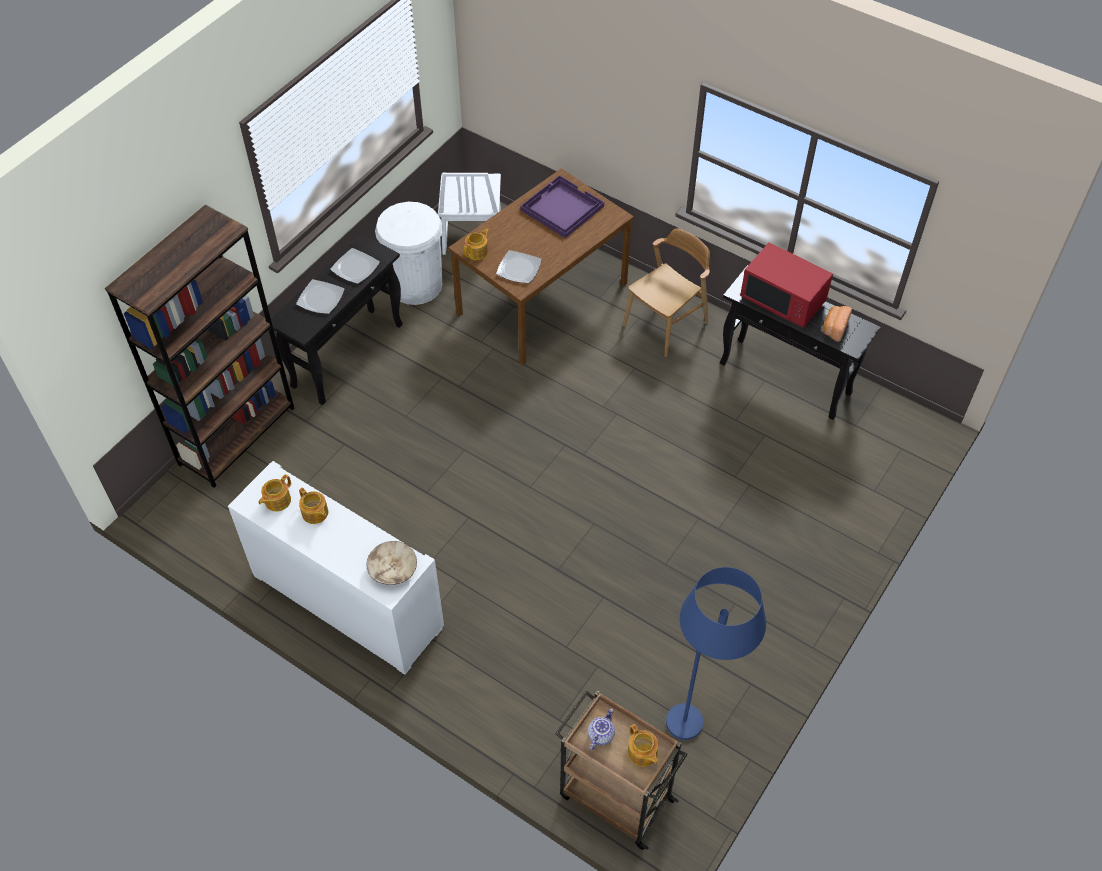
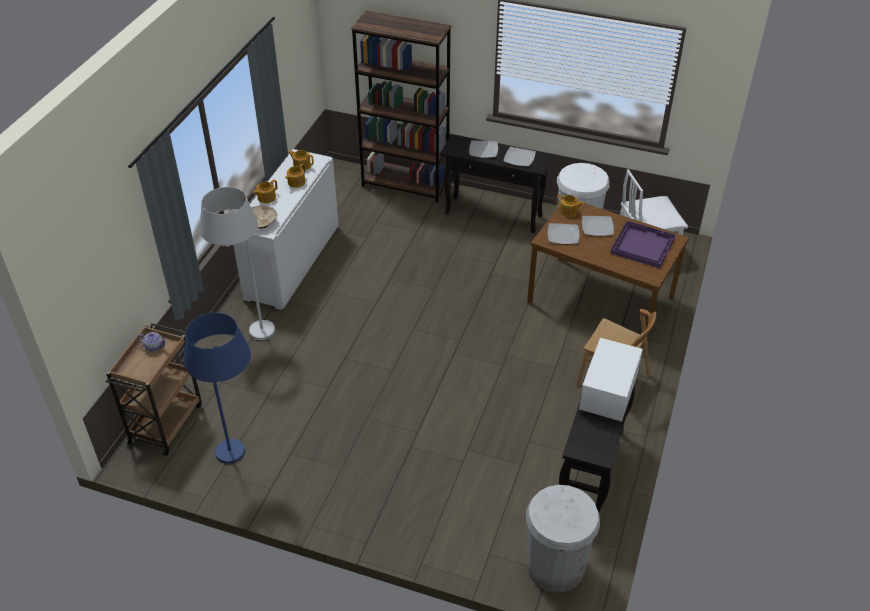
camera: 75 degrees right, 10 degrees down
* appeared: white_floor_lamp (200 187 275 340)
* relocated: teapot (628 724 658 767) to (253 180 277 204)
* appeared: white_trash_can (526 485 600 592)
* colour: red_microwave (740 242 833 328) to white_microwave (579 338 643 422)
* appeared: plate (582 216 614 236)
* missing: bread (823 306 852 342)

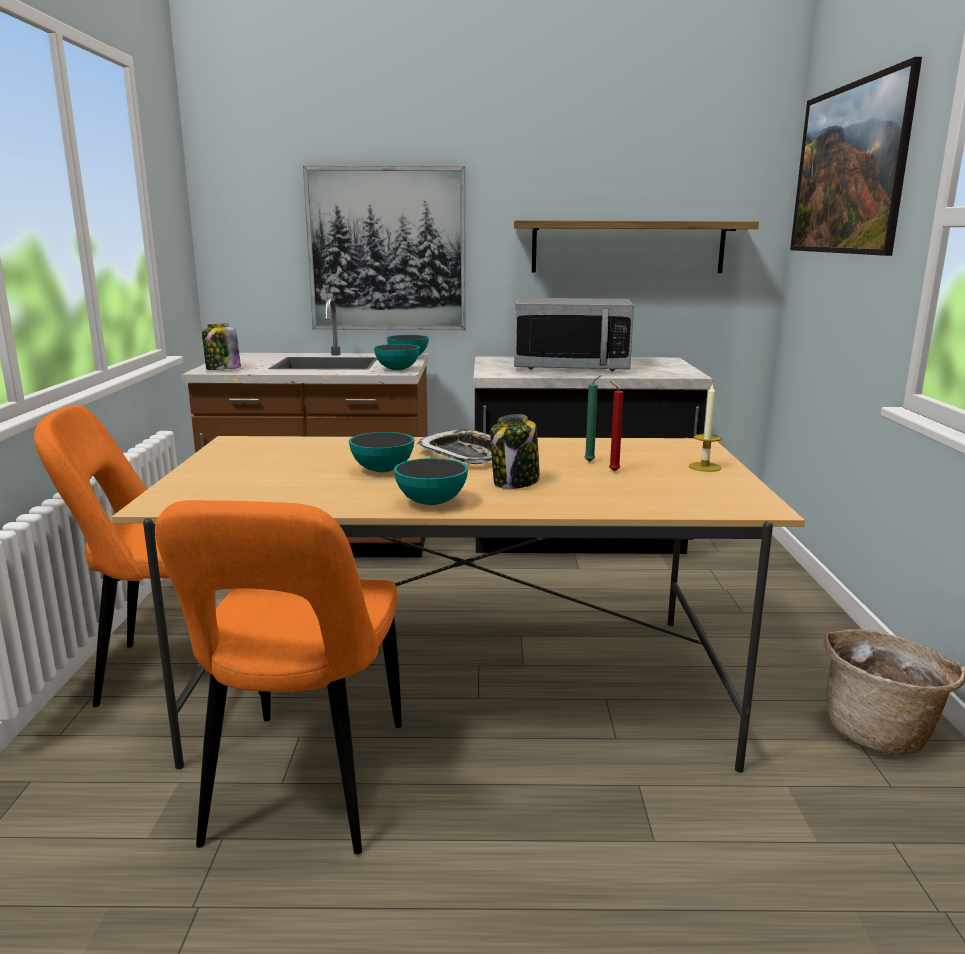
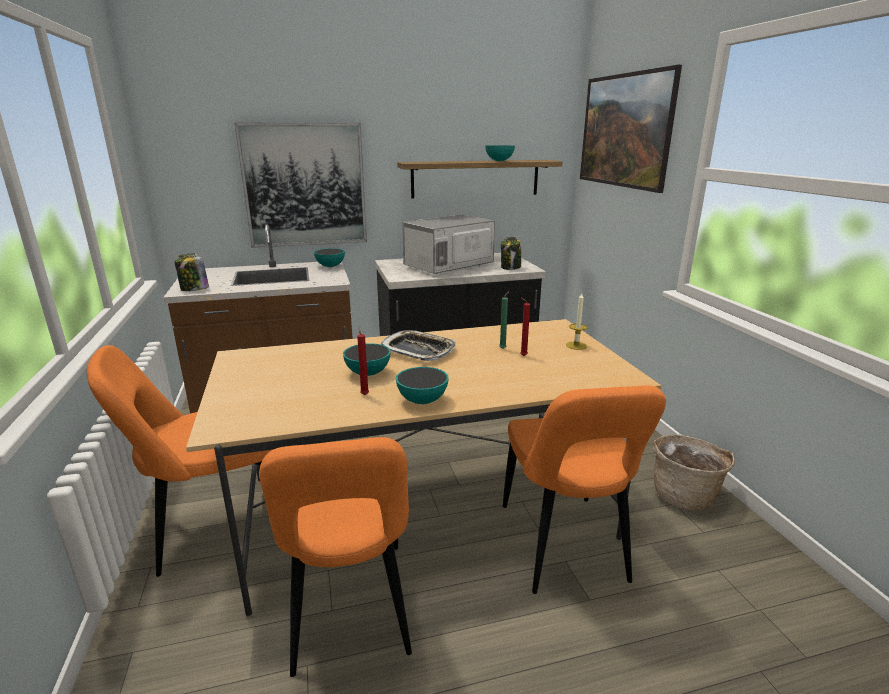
camera: 15 degrees left, 5 degrees up
* appeared: red_candle (357 326 369 395)
* spun: microwave (514 298 634 371) = (402 214 495 274) 150 degrees clockwise
* relocated: bowl (374 344 420 370) to (485 145 515 161)
* relocated: jar (490 414 540 489) to (501 237 521 270)
* appeared: orange_chair (503 386 666 594)

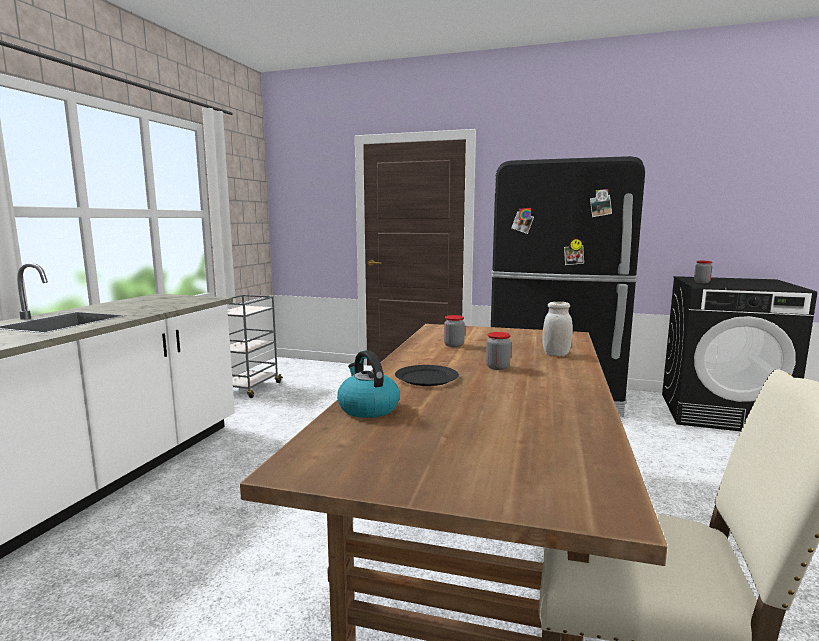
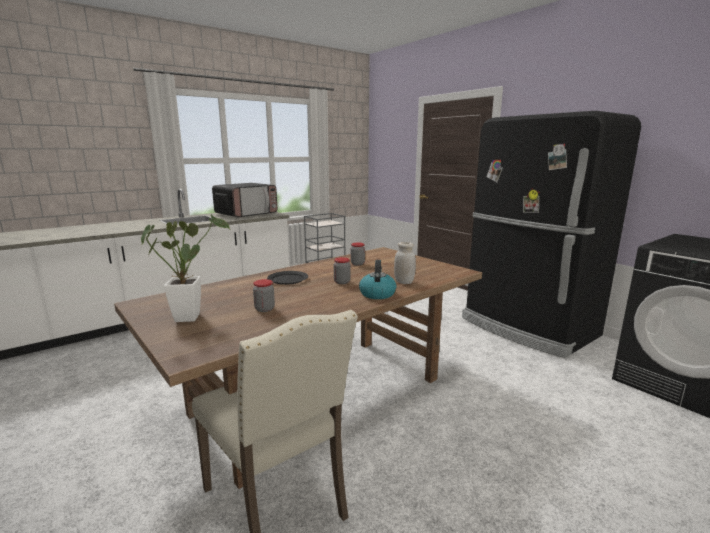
camera: 35 degrees right, 5 degrees up
* appeared: potted_plant (141 215 230 322)
* appeared: microwave (212 183 277 217)
* relocated: jar (694 261 712 283) to (253 279 275 312)
* relocated: kettle (337 350 400 418) to (359 260 396 299)

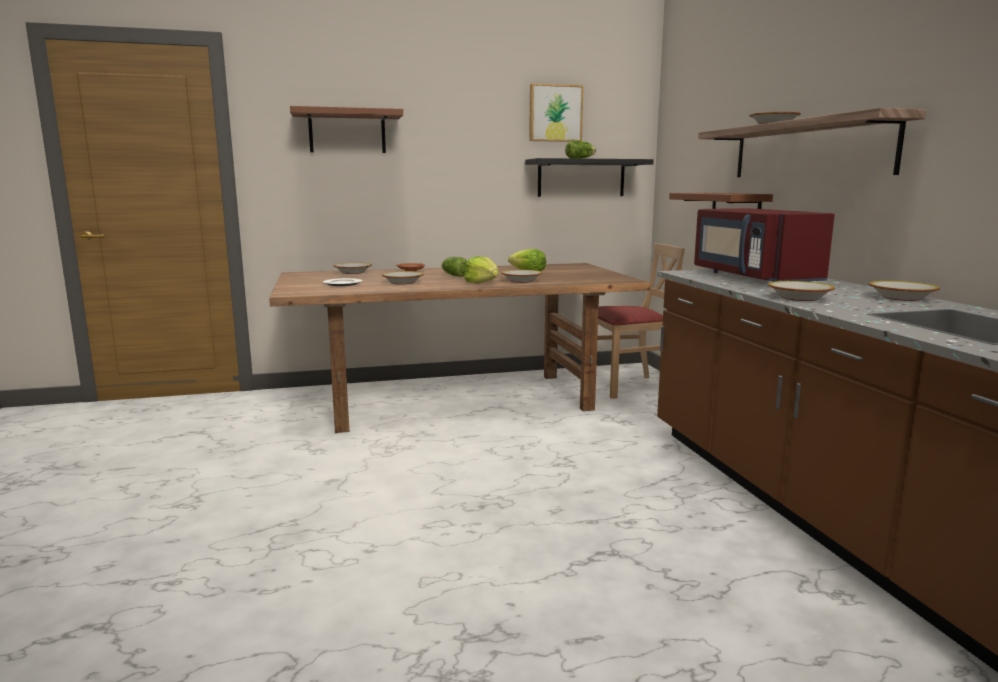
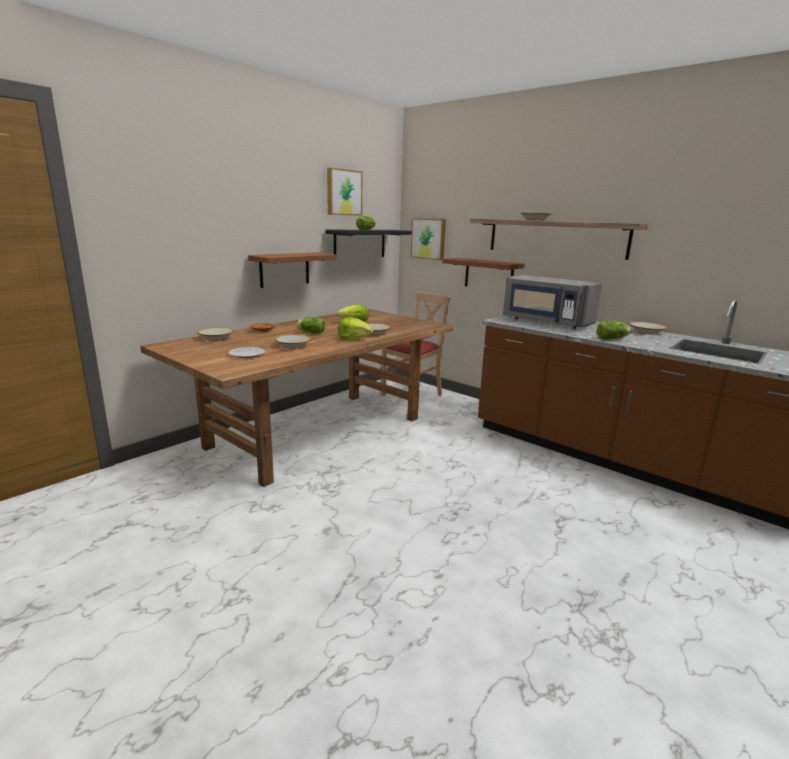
camera: 35 degrees left, 5 degrees up
* relocated: brown_shelf (290 106 403 153) to (248 252 337 288)
* appeared: picture (410 218 446 260)
* colour: red_microwave (694 208 835 282) to grey_microwave (503 275 602 329)
* exchanged: bowl (768 281 835 301) to lettuce (597 321 631 339)

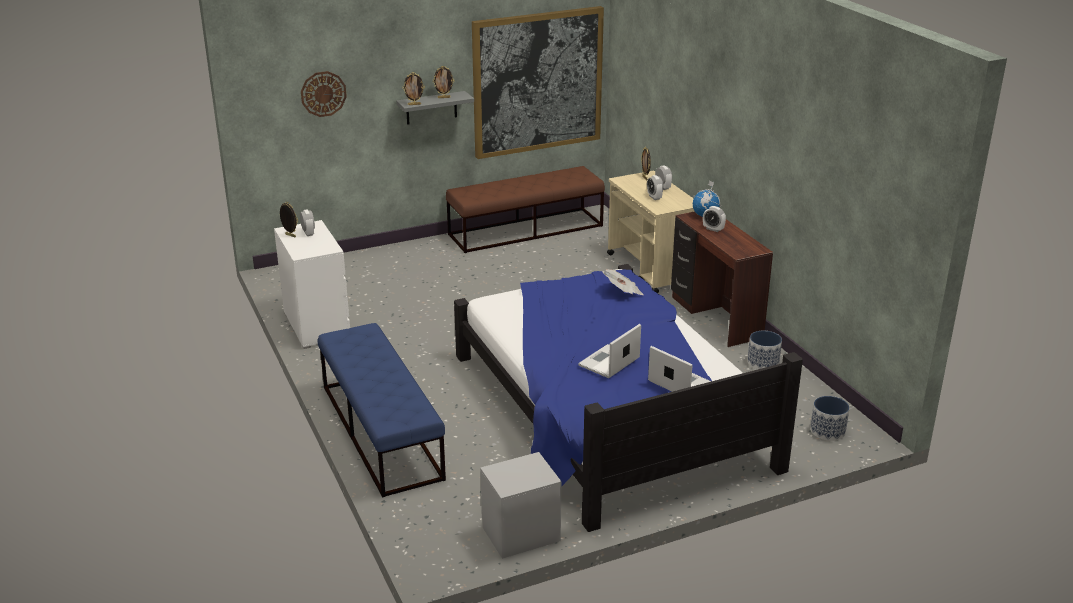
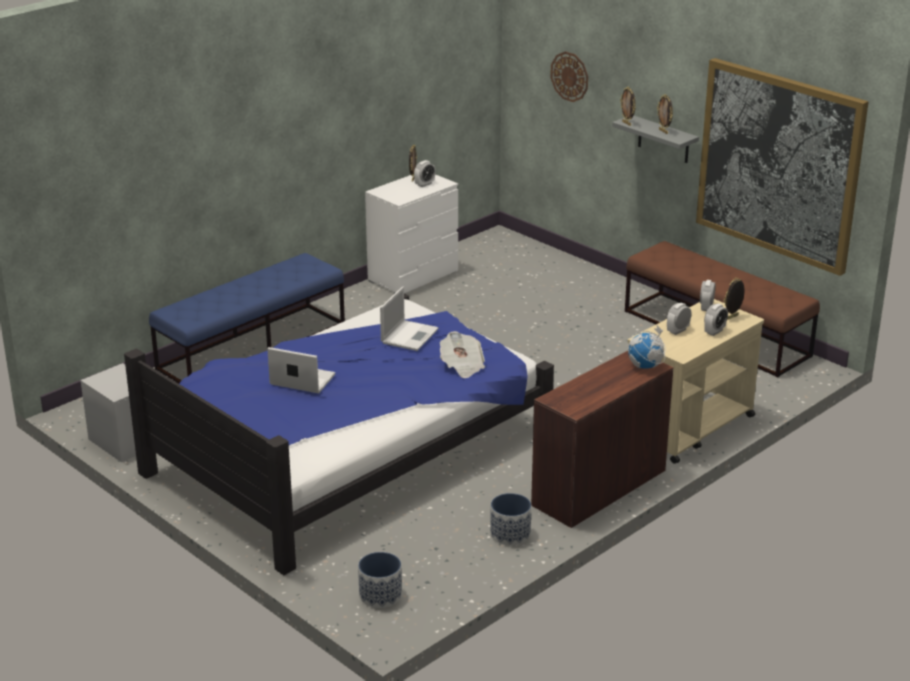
camera: 70 degrees right, 0 degrees up
* relocated: laptop (648 346 711 392) to (380 287 439 351)
* relocated: alarm_clock (703 206 726 232) to (700 280 716 311)

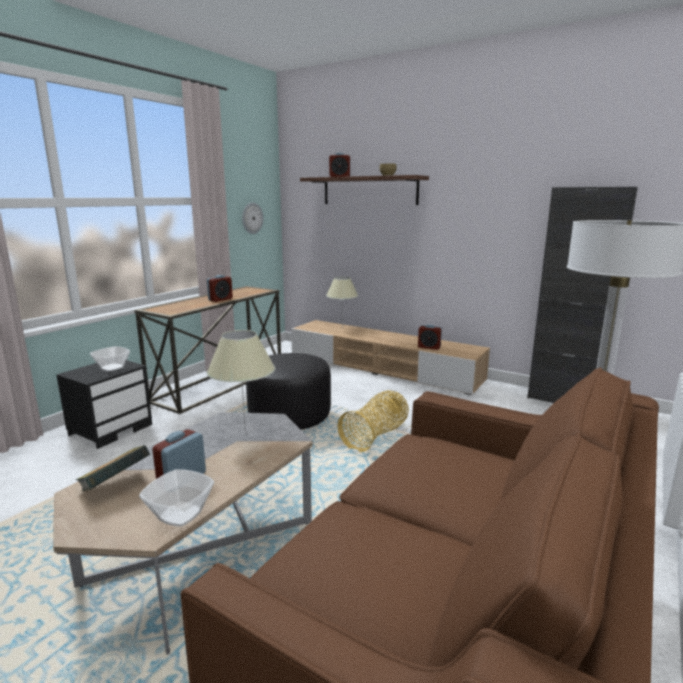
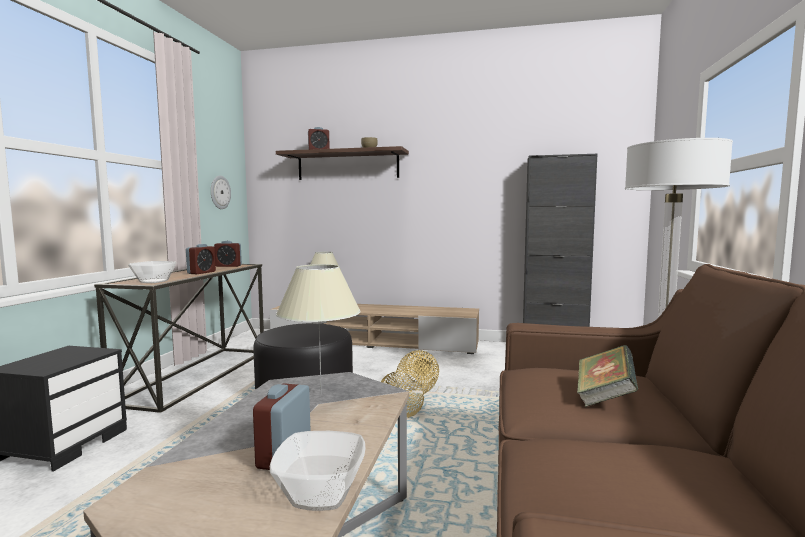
camera: 20 degrees left, 10 degrees down
* relocated: bowl (90 346 130 371) to (128 261 176 283)
* relocated: alarm_clock (418 325 442 350) to (214 241 242 267)
* relocated: book (75 445 150 491) to (577 345 638 407)

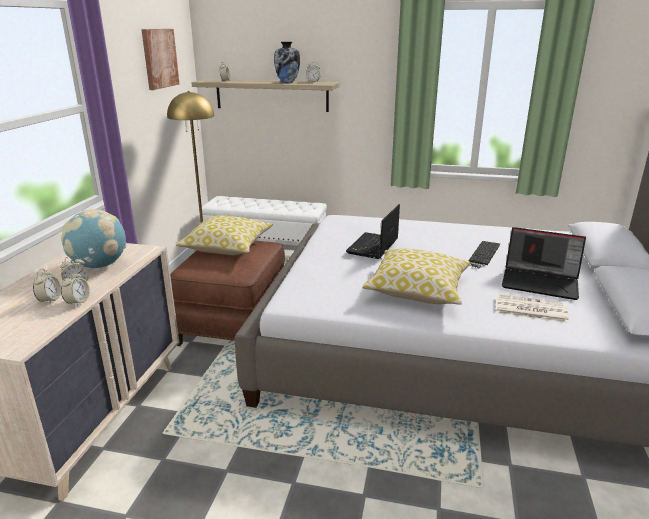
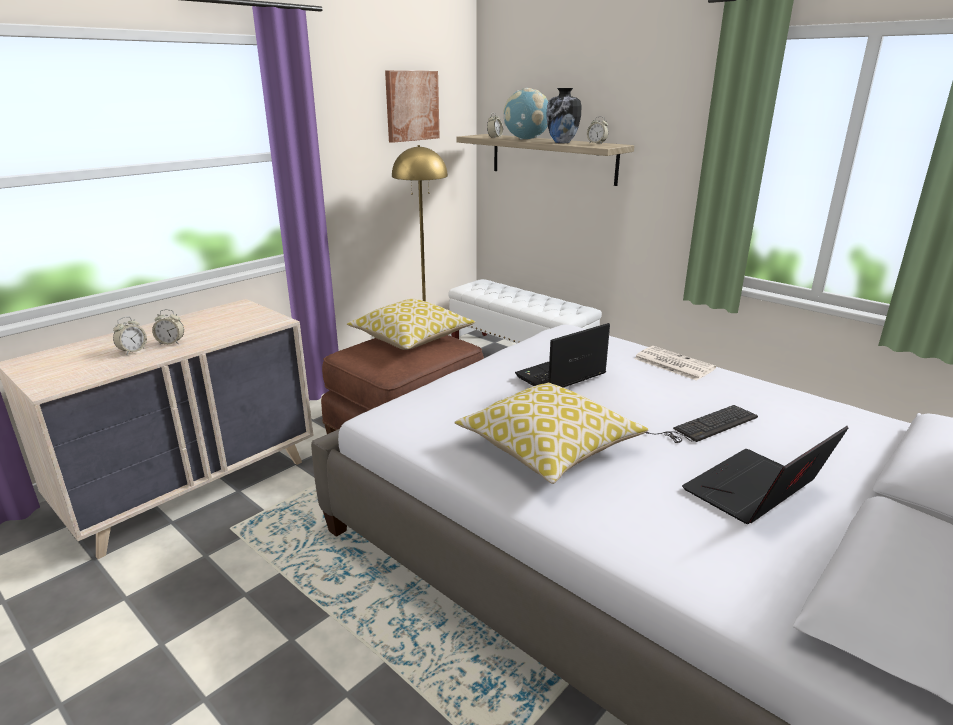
camera: 30 degrees right, 0 degrees up
* relocated: globe (61 209 127 269) to (504 88 548 140)
* relocated: newspaper (497 294 569 323) to (634 346 716 381)
* spun: laptop (502 227 586 300) = (682 426 848 524) 90 degrees clockwise
* missing: alarm_clock (61 270 90 307)

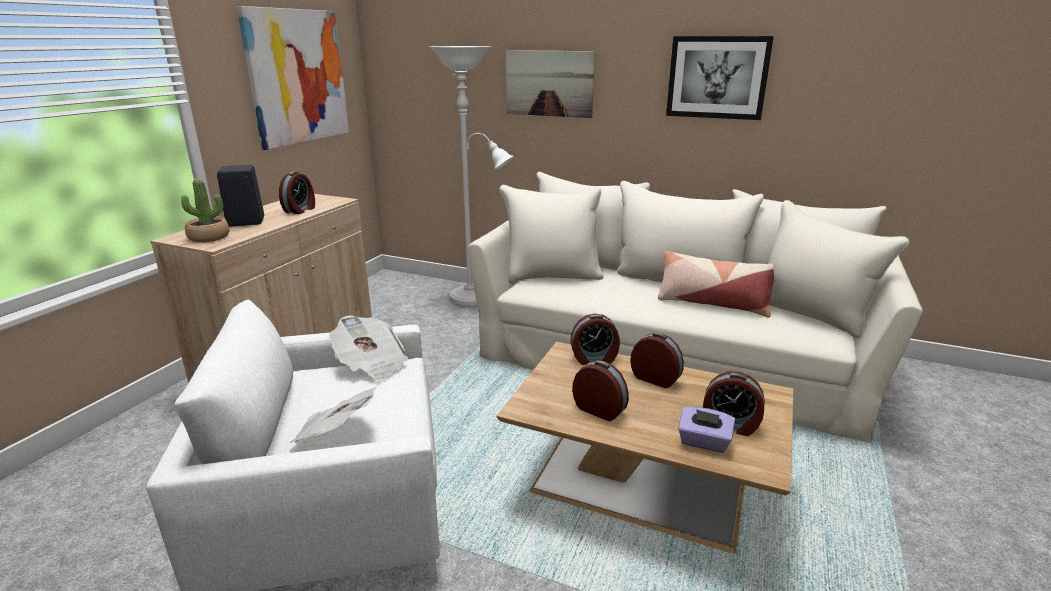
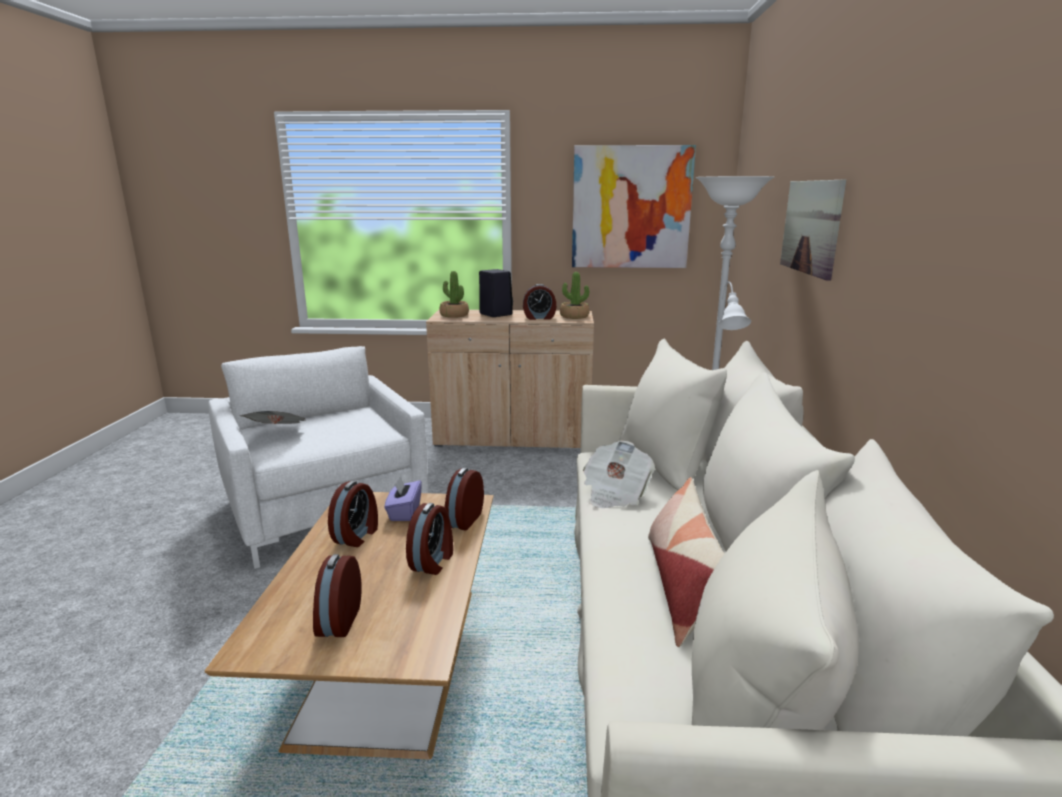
camera: 70 degrees right, 5 degrees down
* relocated: purple_tissue_box (678 406 735 453) to (384 476 422 521)
* spun: alarm_clock (571 314 620 365) = (444 468 484 530) 45 degrees clockwise
* appeared: potted_plant (560 272 589 319)
* relocated: newspaper (329 315 408 382) to (583 441 655 508)
* missing: picture (666 36 774 120)

